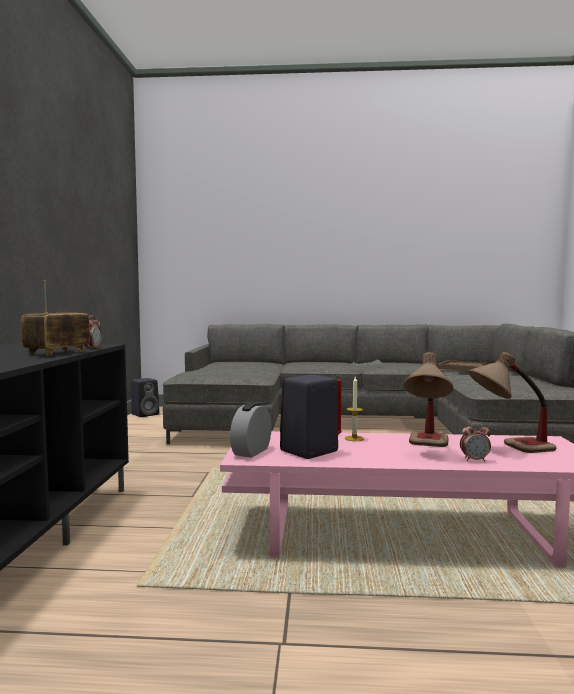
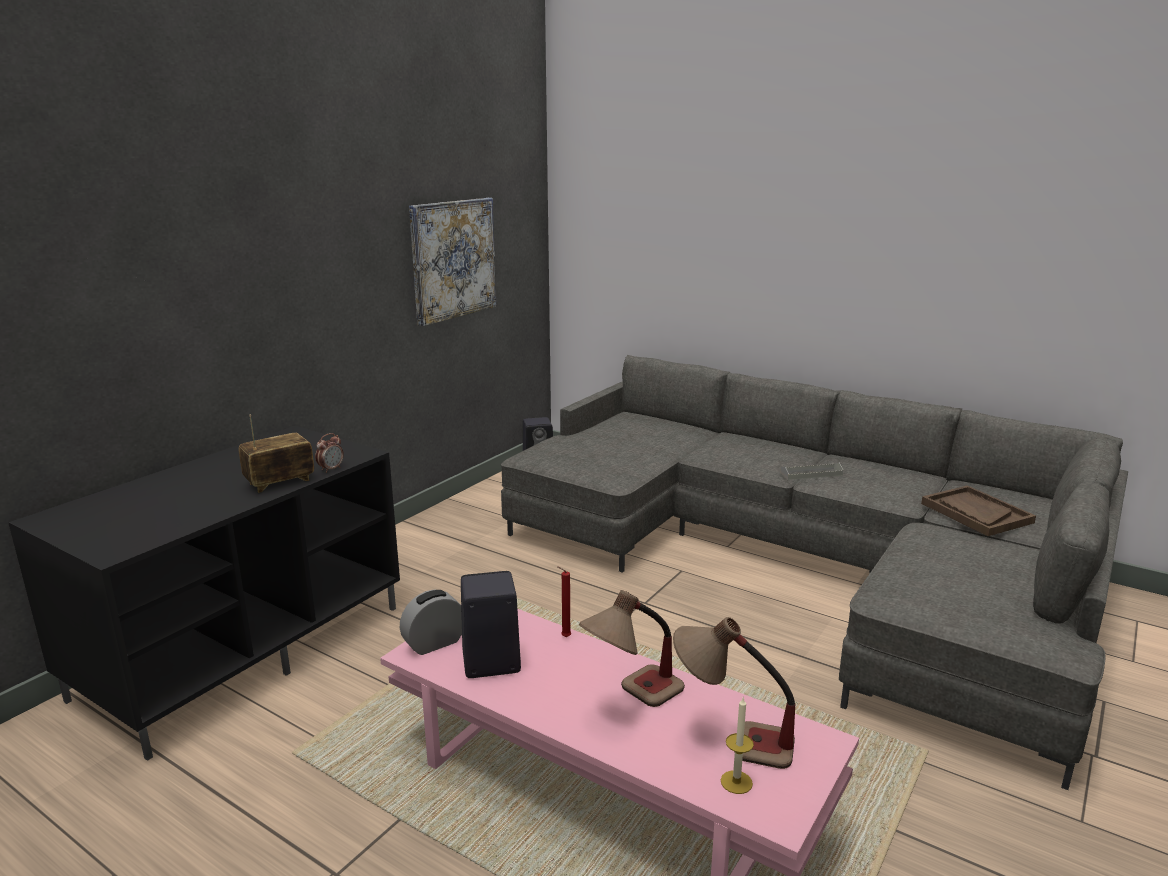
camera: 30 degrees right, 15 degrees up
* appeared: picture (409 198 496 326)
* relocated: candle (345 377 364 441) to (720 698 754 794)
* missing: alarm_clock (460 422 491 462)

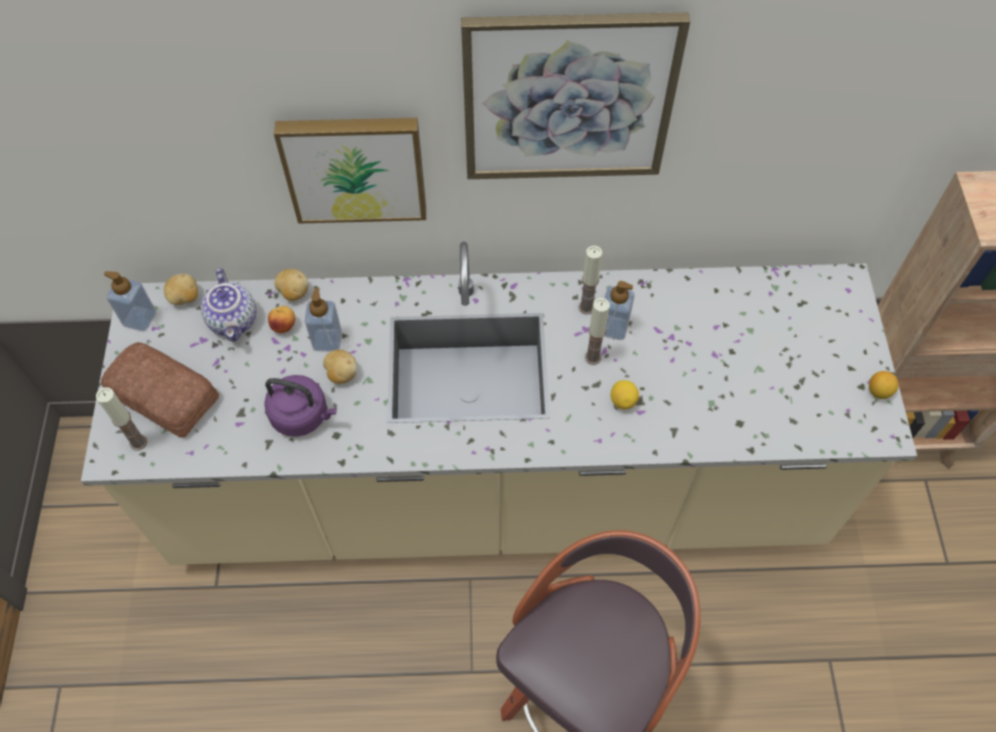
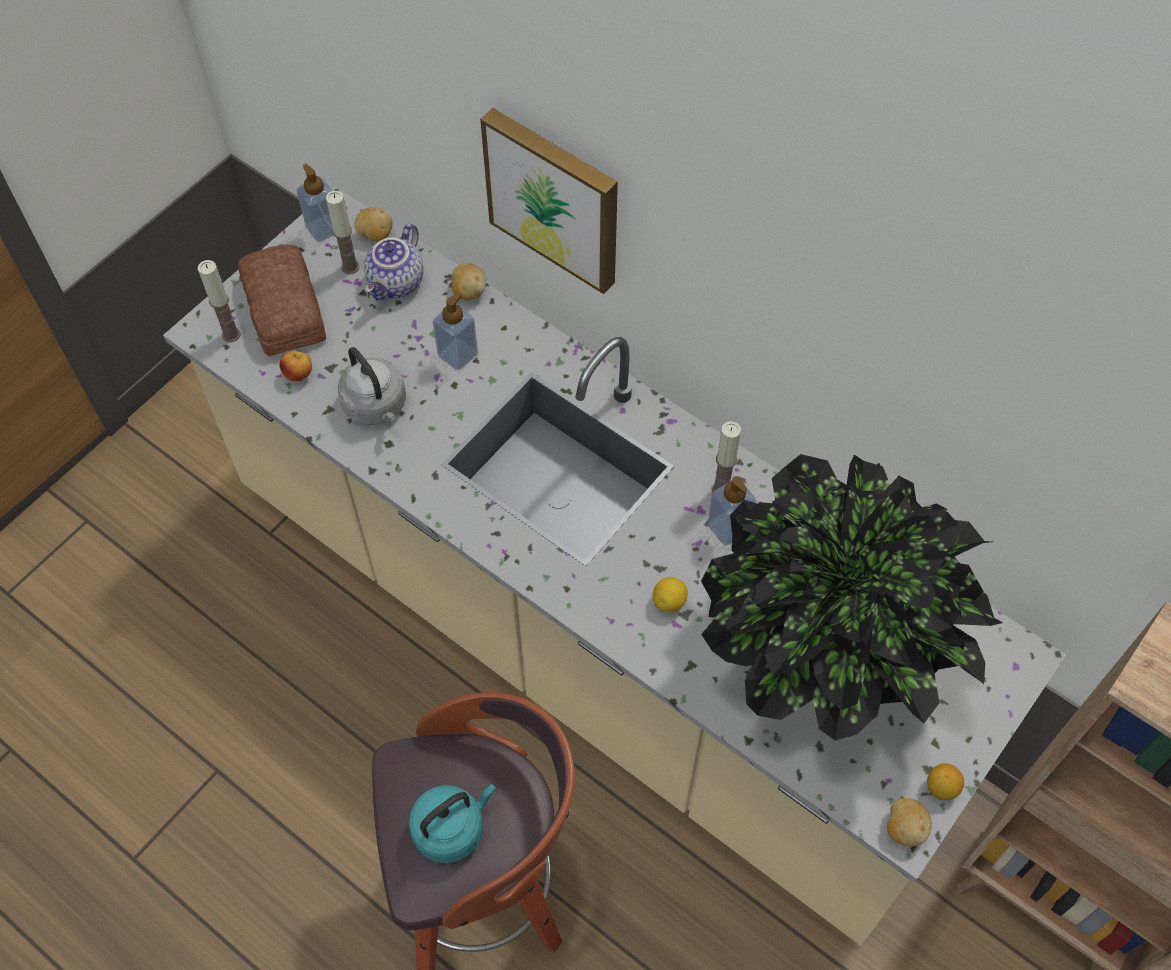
camera: 40 degrees right, 0 degrees up
* relocated: apple (268 306 295 333) to (279 351 312 381)
* relocated: candle (585 298 610 365) to (326 190 359 274)
* colour: purple_kettle (264 375 337 437) to grey_kettle (338 347 406 425)
* appeared: turquoise_kettle (409 784 496 863)
* appeared: potted_plant (701 454 1003 741)
* relocated: potato (323 350 357 384) to (887 798 932 846)
* missing: picture (461 12 690 179)

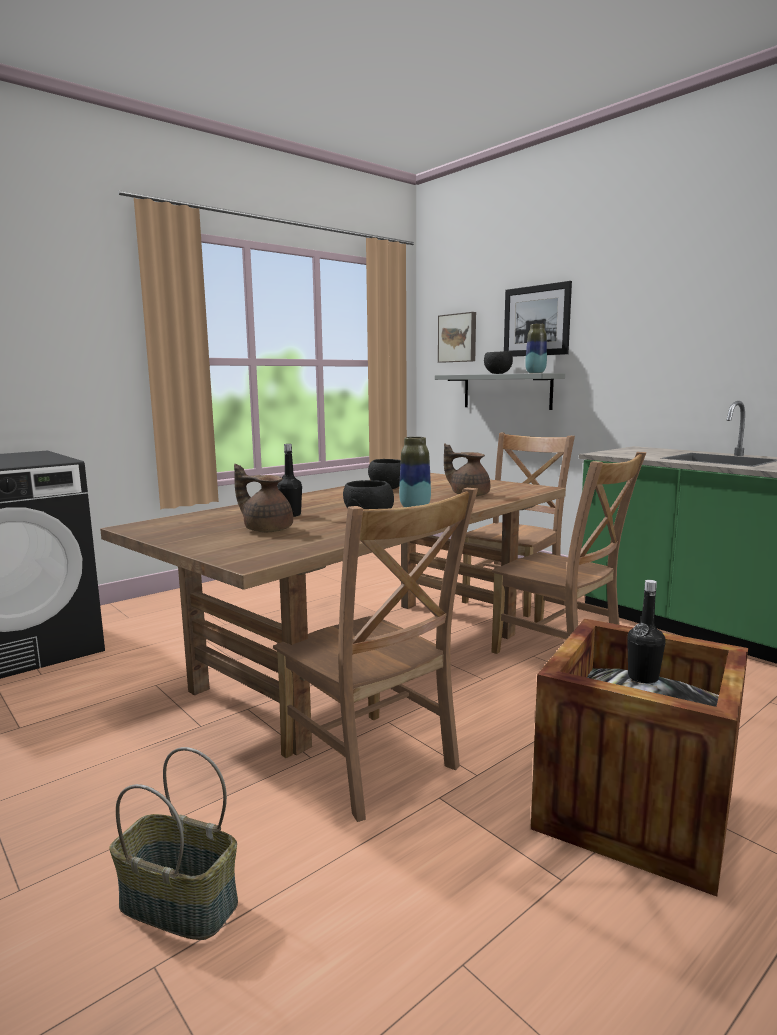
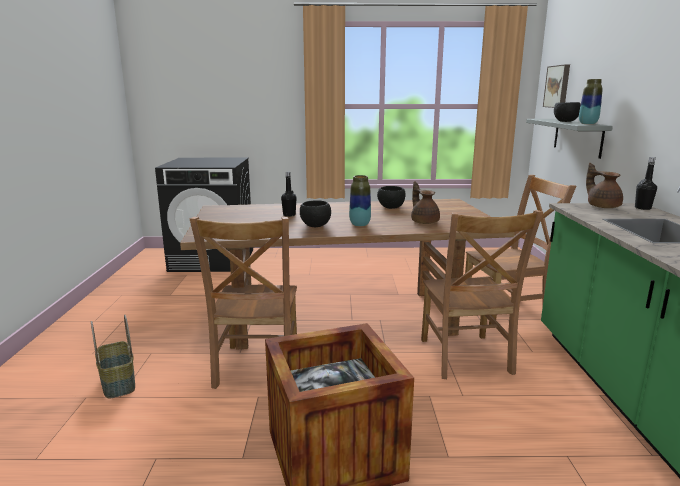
camera: 40 degrees right, 5 degrees up
* relocated: brown_teapot (234 464 293 532) to (586 163 623 208)
* relocated: black_bottle (627 580 666 684) to (635 157 657 210)
* missing: picture (504 281 572 357)

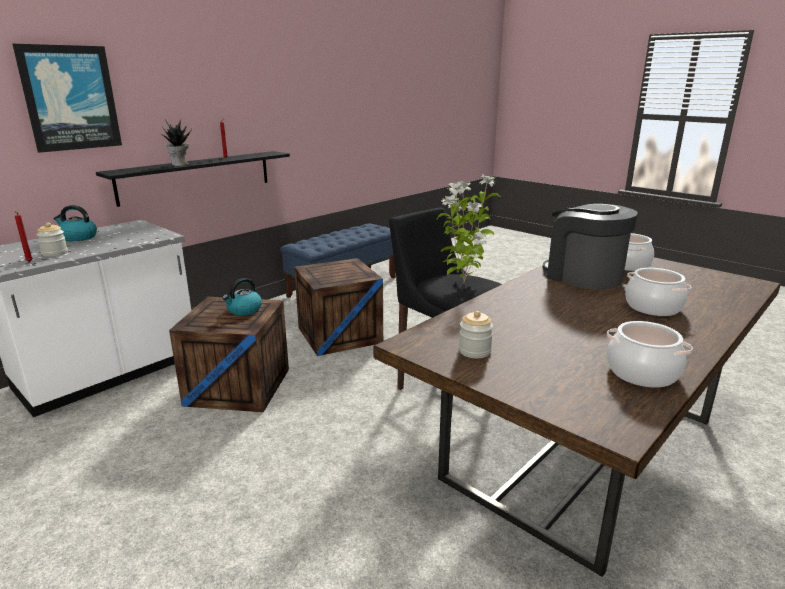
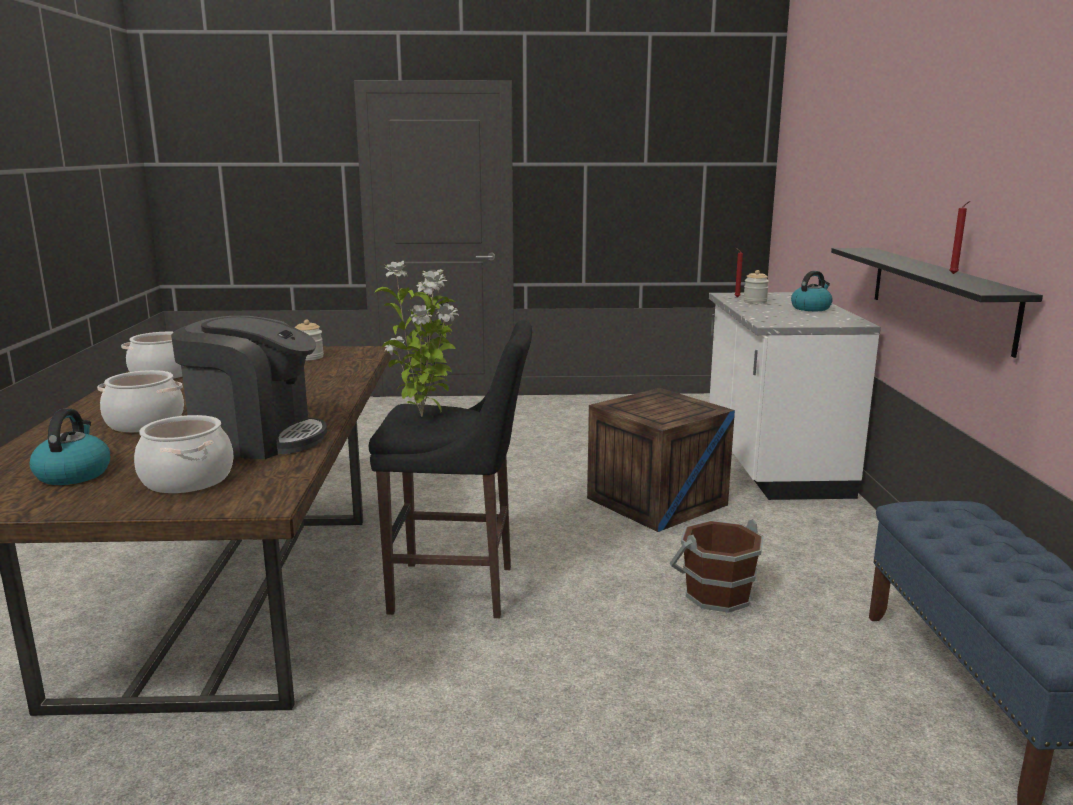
camera: 135 degrees right, 5 degrees down
* relocated: kettle (223 278 262 315) to (29 409 110 485)
* exchanged: crate (294 258 383 356) to brown_bucket (670 519 764 613)
* missing: picture (13 44 122 153)
* missing: potted_plant (162 119 192 166)

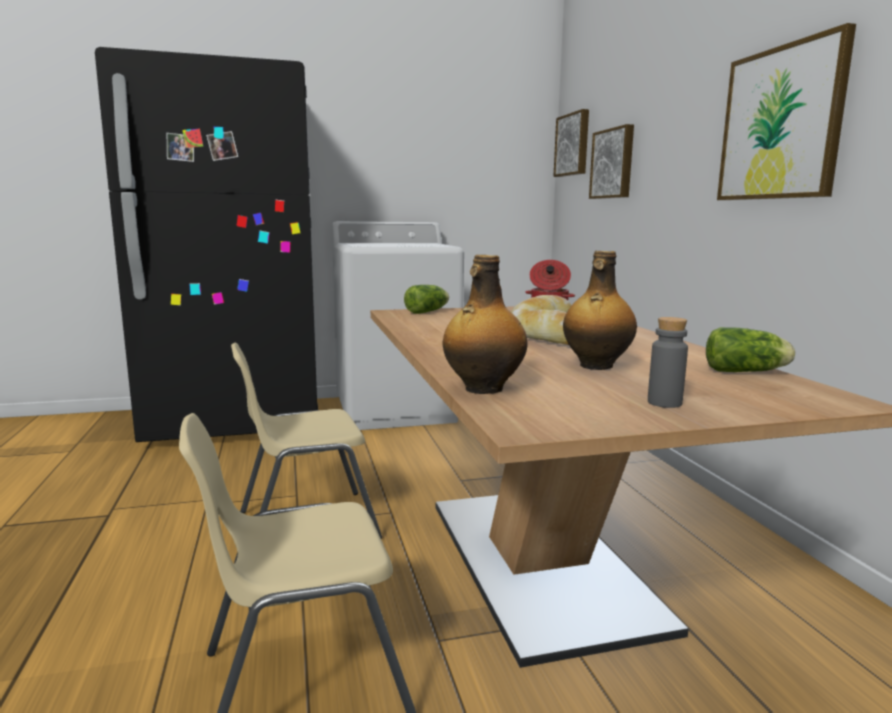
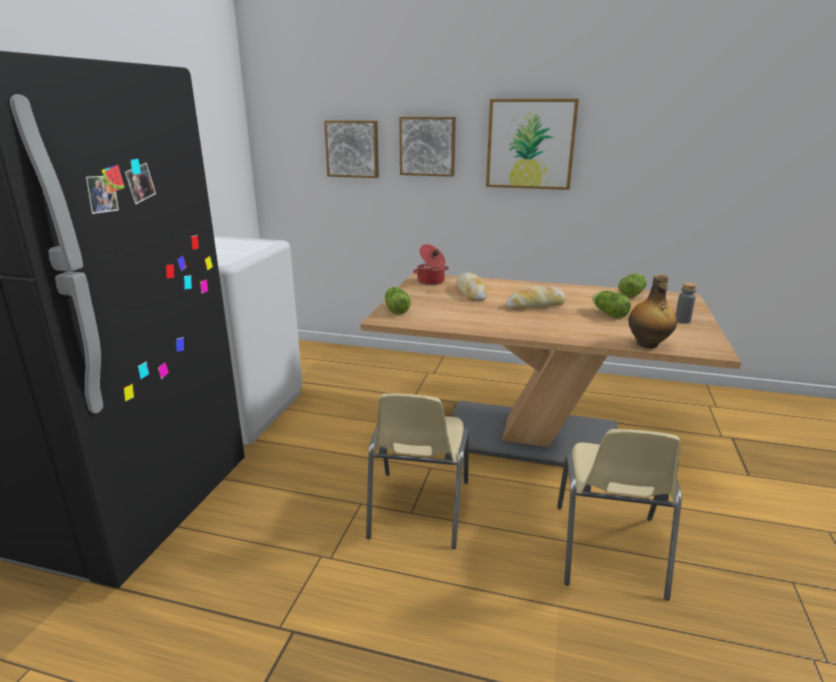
camera: 60 degrees left, 10 degrees up
* relocated: picture (553 109 589 177) to (399 117 456 177)
* exchanged: bottle (563 251 637 370) to lettuce (592 291 631 319)

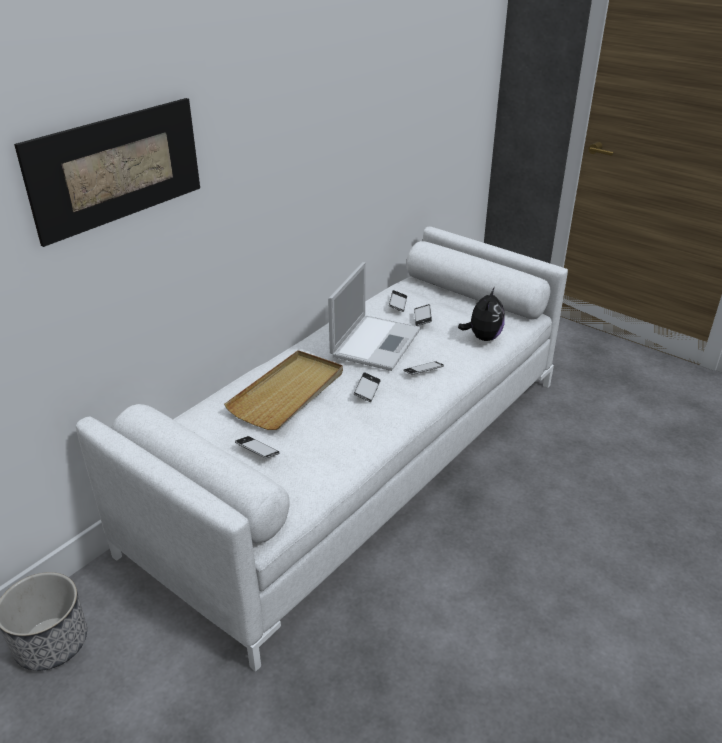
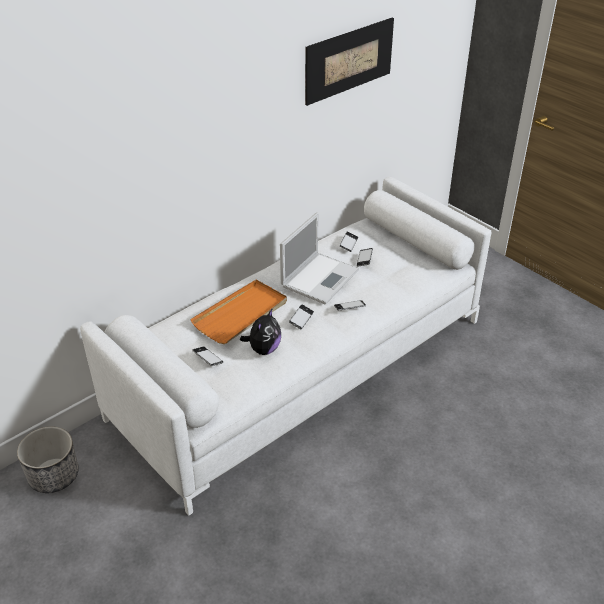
camera: 10 degrees right, 5 degrees up
* colour: beige_tray (224 350 343 430) to orange_tray (190 280 287 344)
* relocated: plush_toy (458 287 505 341) to (240 308 281 355)
* relocated: picture (14 98 200 247) to (305 18 394 106)

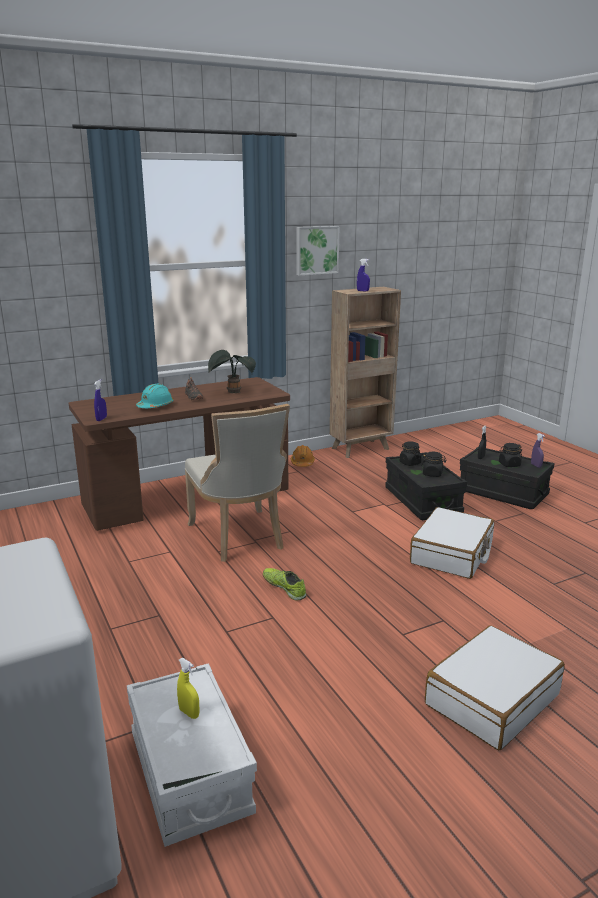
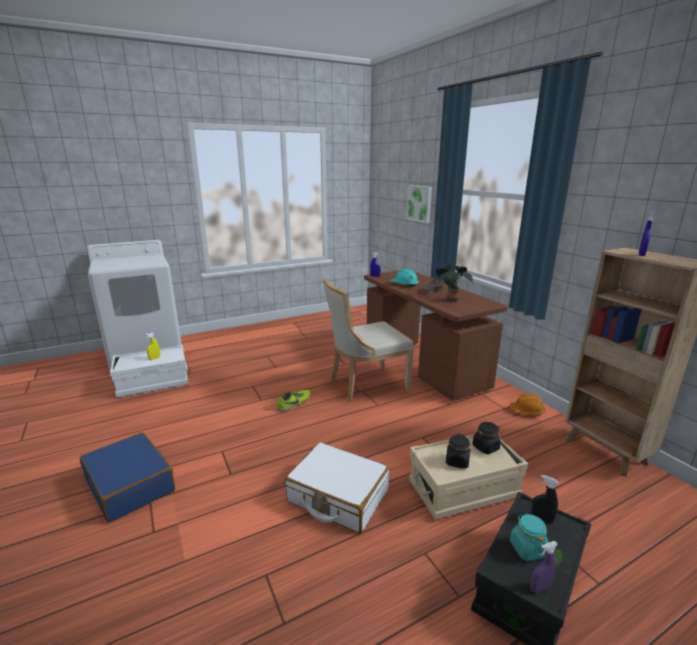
camera: 90 degrees right, 0 degrees up
* colour: white_suitcase (425 626 565 750) to blue_suitcase (80 432 175 523)
* relocated: picture (296 226 340 276) to (407 185 432 223)
* colour: black_storage_box (385 452 467 520) to beige_storage_box (409 434 528 520)
* colour: black_jar (499 443 522 467) to turquoise_jar (510 513 549 561)

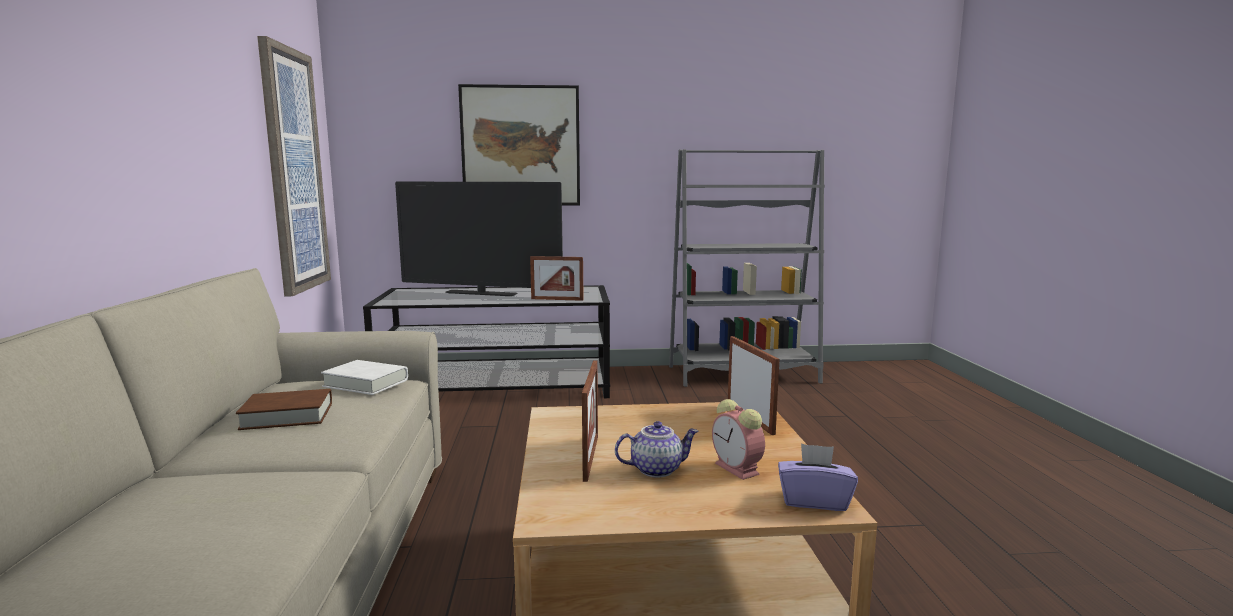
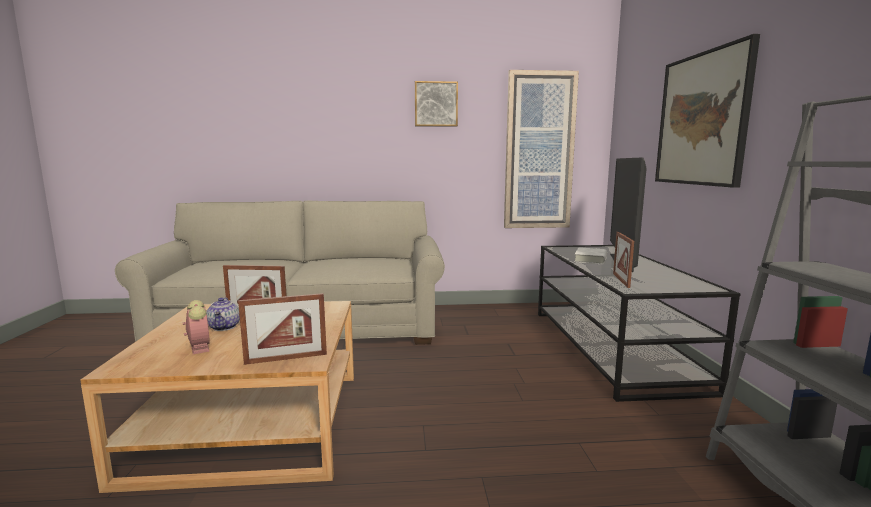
camera: 90 degrees right, 0 degrees up
* spun: alarm_clock (712 399 765 480) = (183 300 210 354) 90 degrees clockwise
* appeared: picture (415 81 458 127)
* relocated: white_book (321 360 408 395) to (574 247 607 265)
* missing: brown_book (236 389 332 430)
* missing: purple_tissue_box (778 443 858 511)

